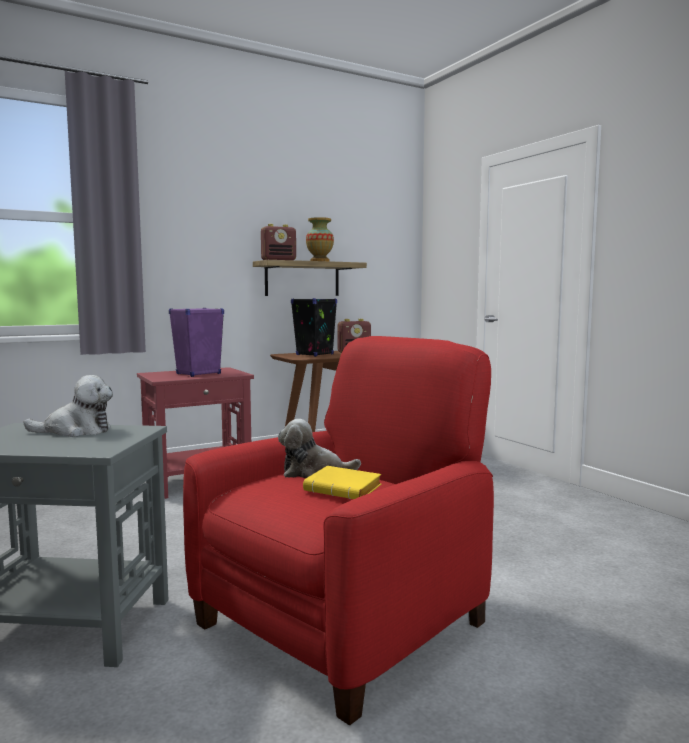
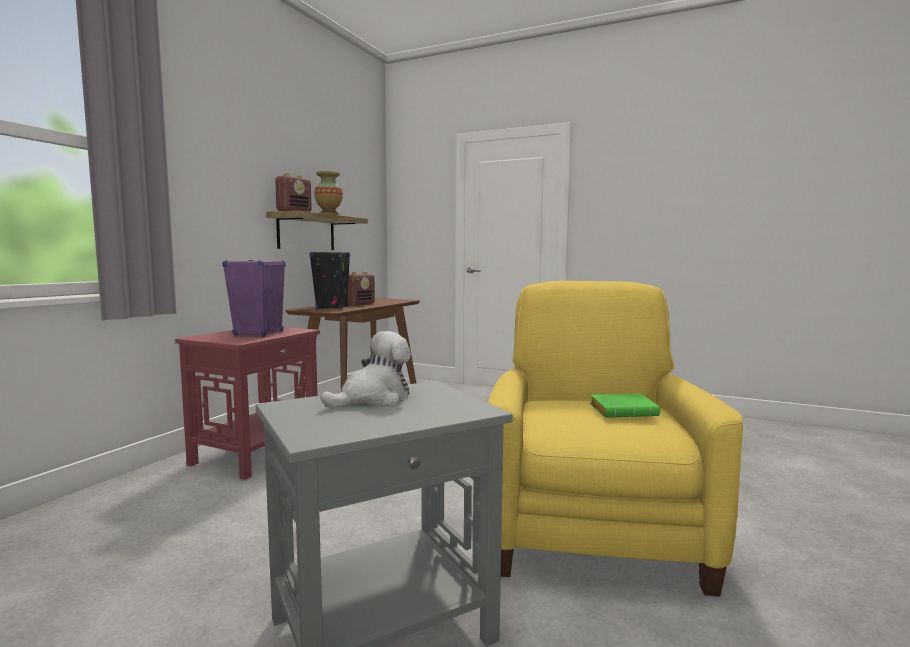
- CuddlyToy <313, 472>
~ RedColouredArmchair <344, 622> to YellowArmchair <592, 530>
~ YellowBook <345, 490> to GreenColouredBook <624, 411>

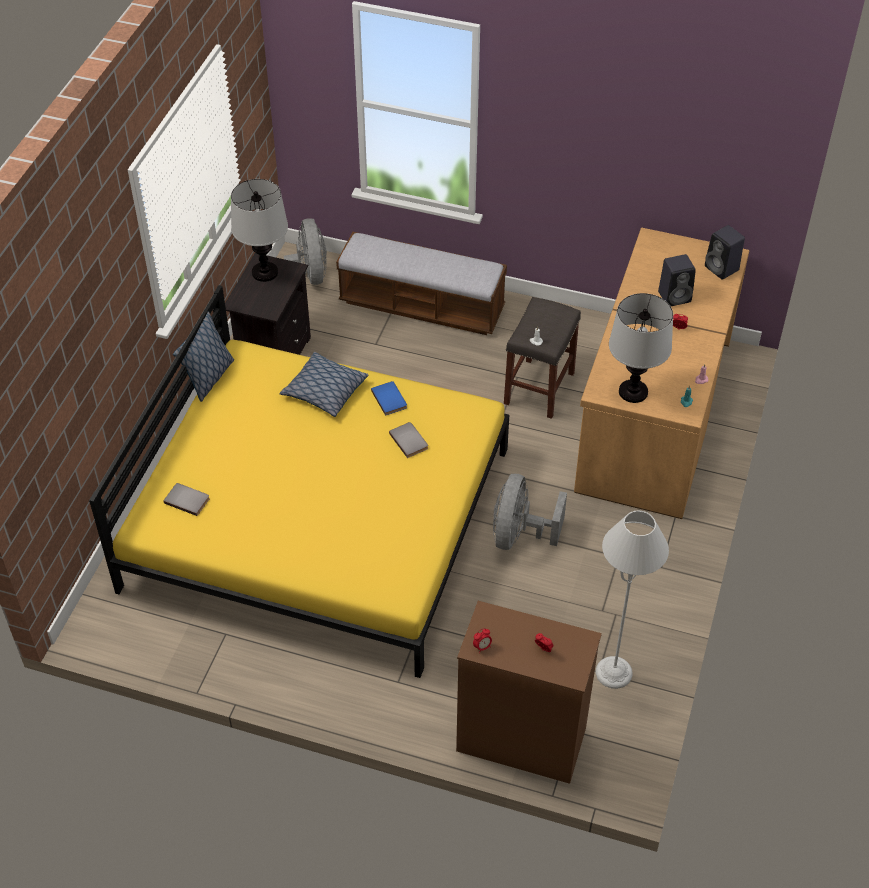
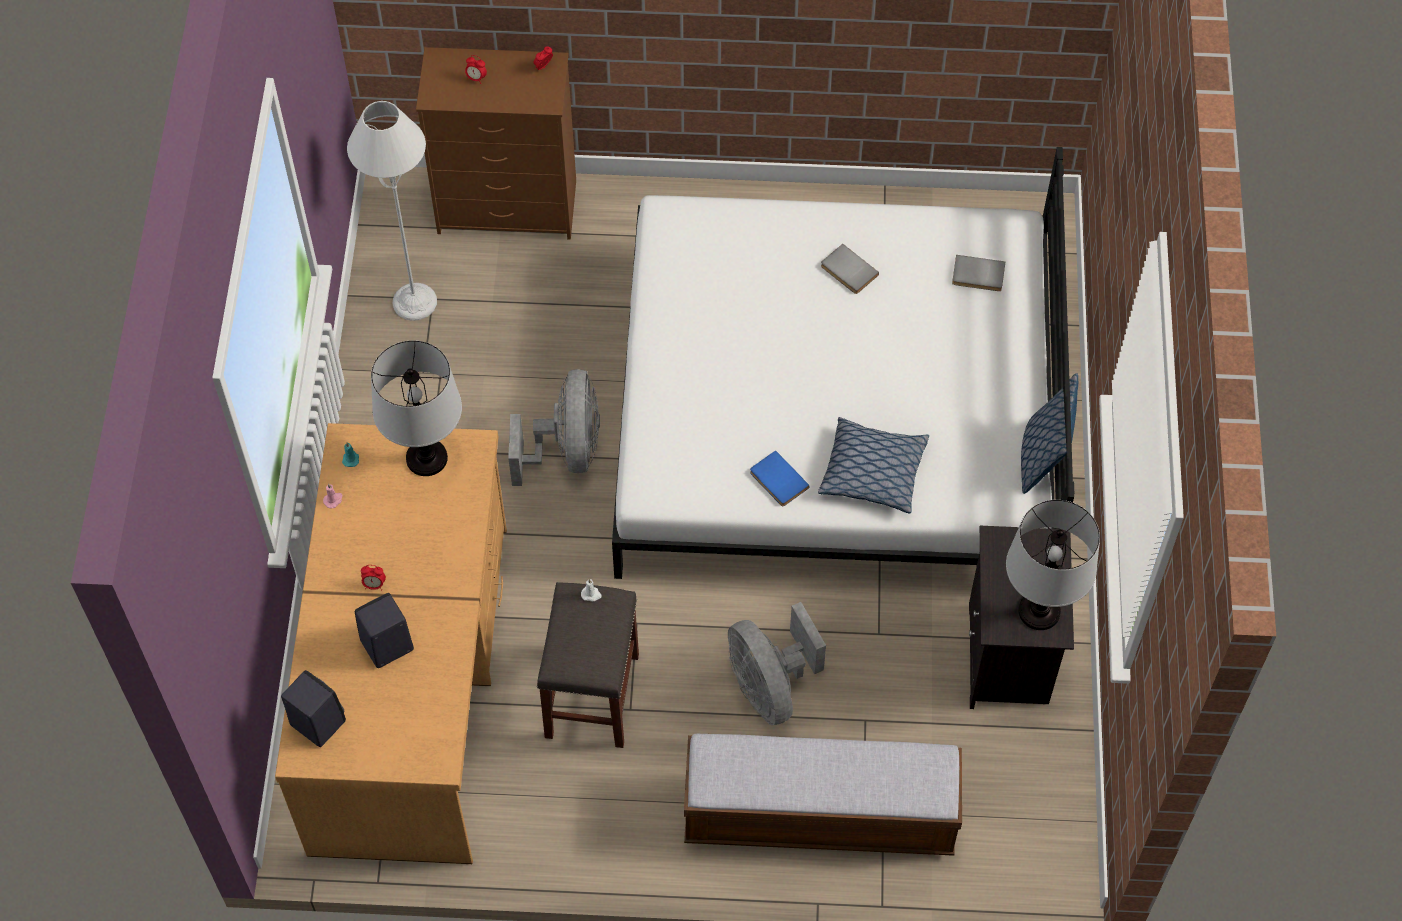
~ GreyElectricFan <306, 278> to <769, 686>
~ GreyBook <410, 440> to <848, 271>
~ YellowSleepingBed <318, 517> to WhiteColouredSleepingBed <836, 415>

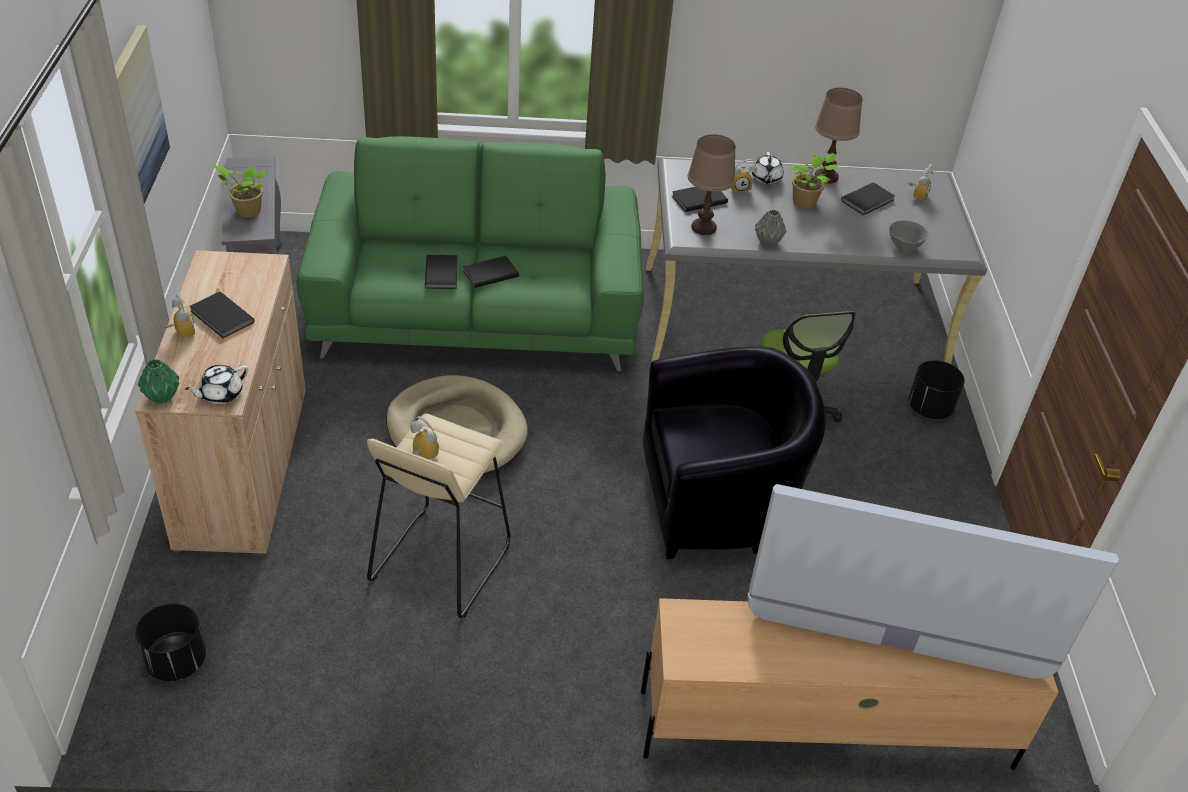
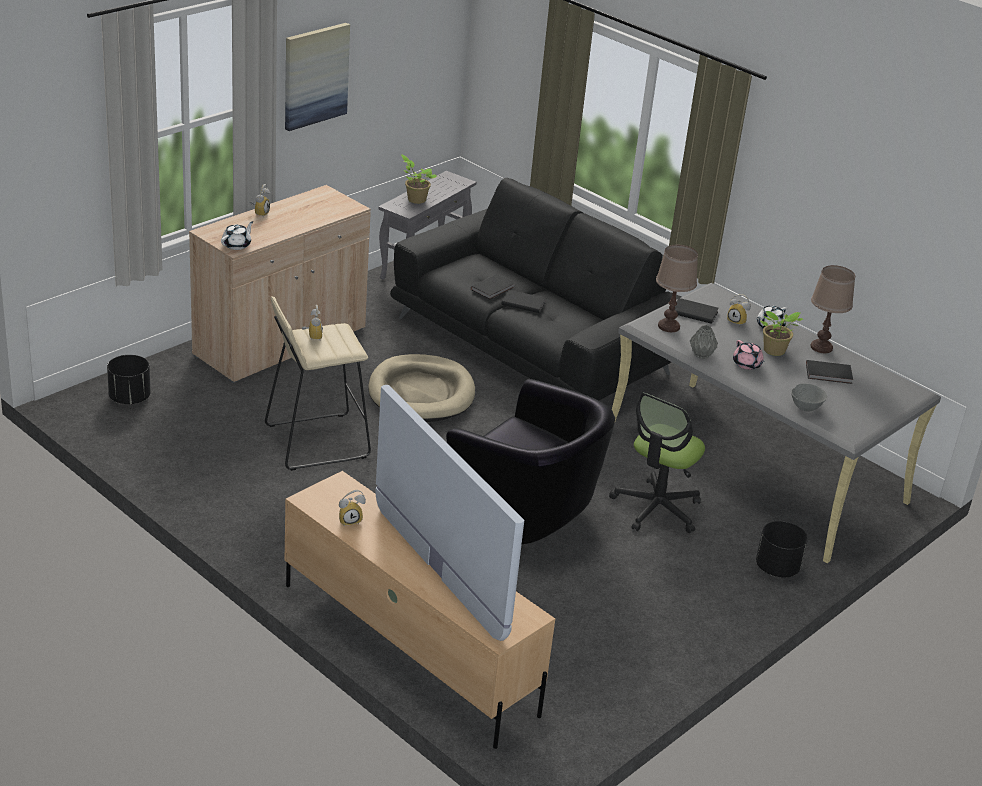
- GreenColouredDecorativeVase <162, 396>
- BlackColouredBook <221, 317>
+ PinkColouredPotForTea <747, 364>
~ TableClock <916, 195> to <350, 520>
~ GreenColouredSettee <477, 311> to BlackColouredSettee <532, 346>
~ WhiteColouredPotForTea <220, 394> = <237, 245> 120 degrees clockwise

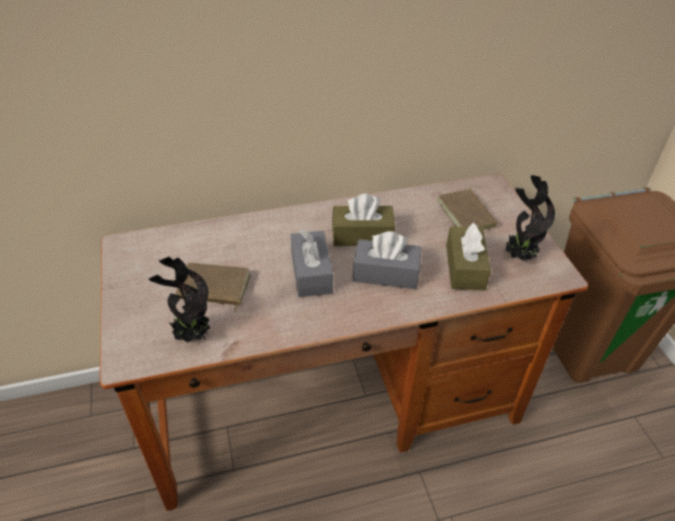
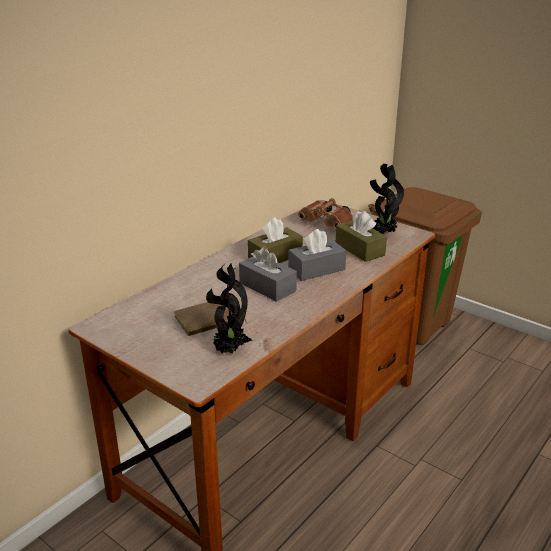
~ BrownColouredBook <468, 213> to BrownColouredBinoculars <327, 224>

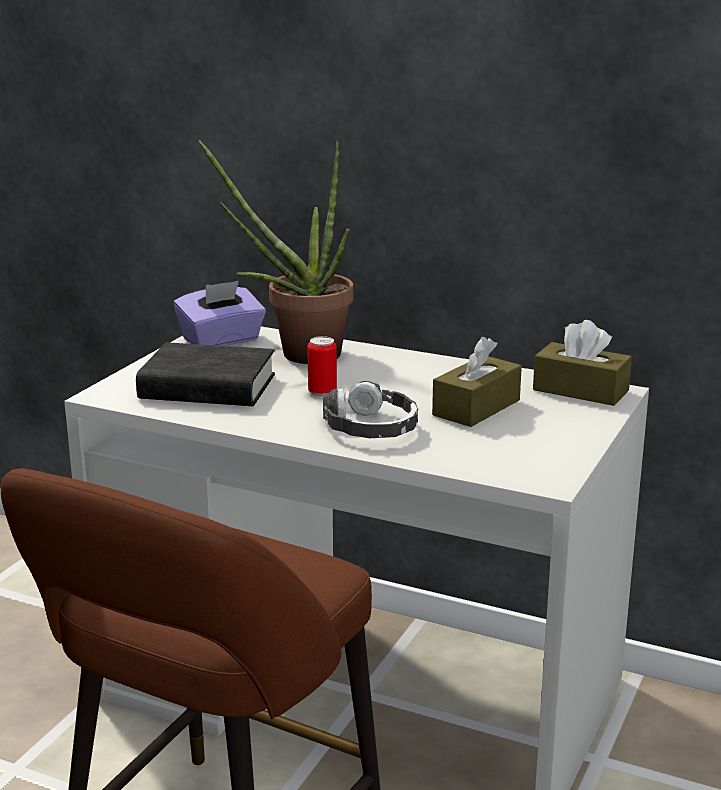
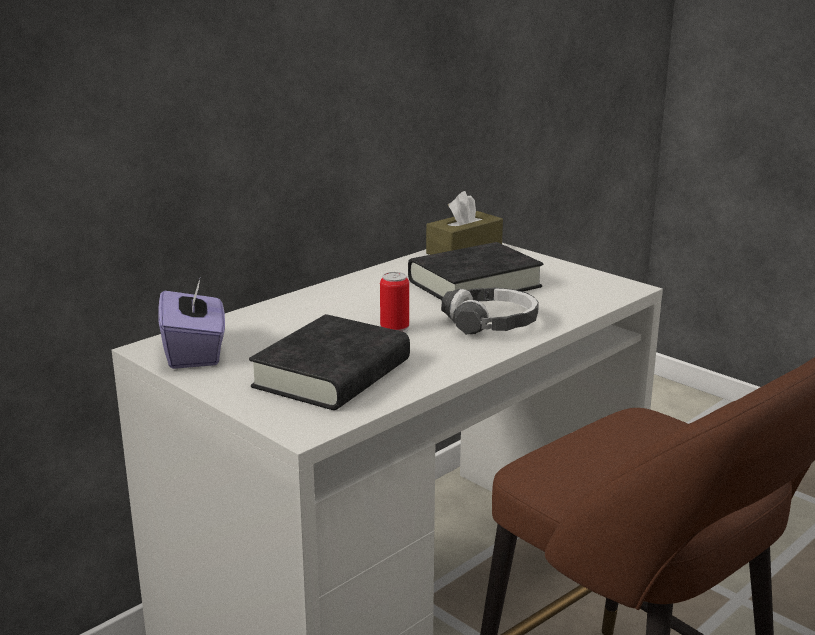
- Houseplant <298, 354>
~ BrownColouredTissueBox <476, 408> to BlackColouredBook <474, 284>

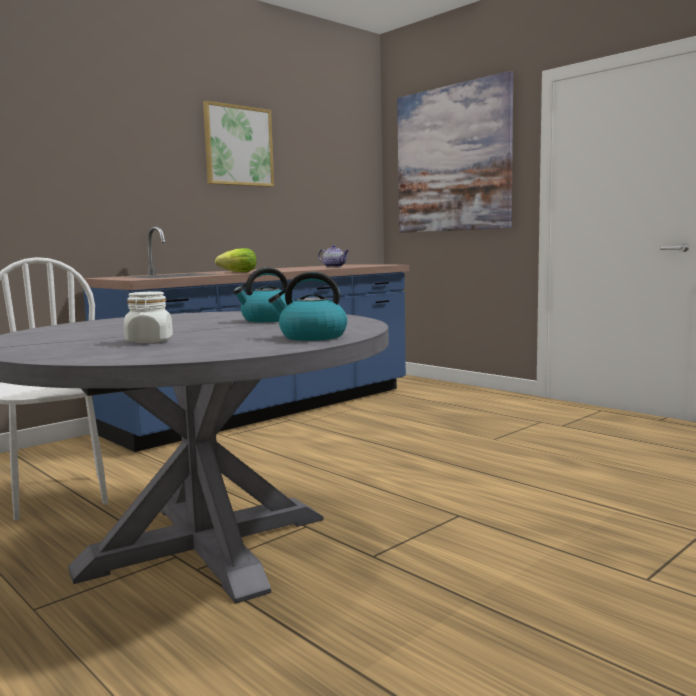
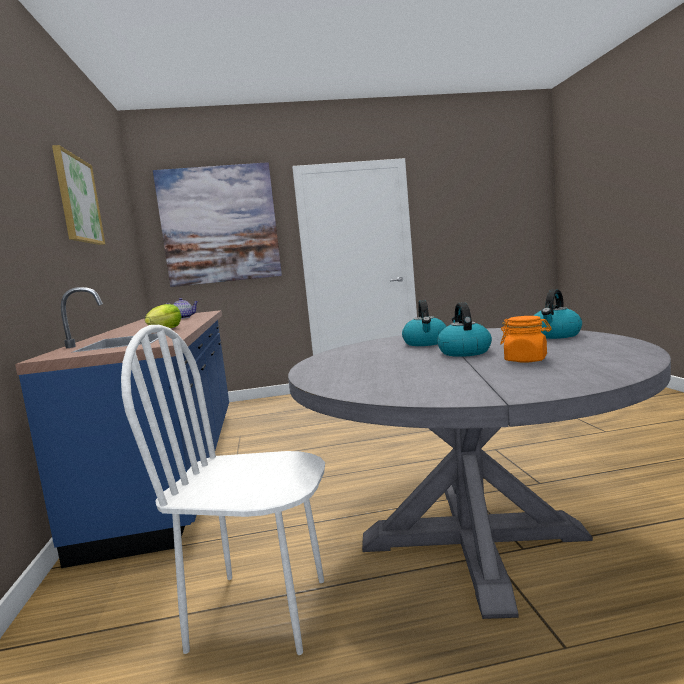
+ WaterKettle <464, 352>
~ WhiteColouredPreserveJar <149, 341> to OrangeyPreserveJar <526, 360>

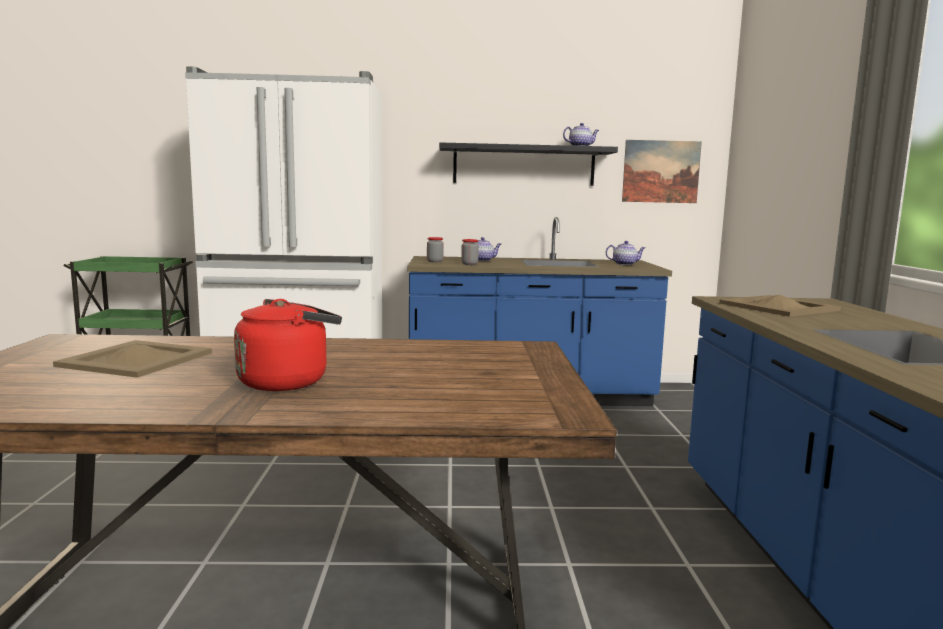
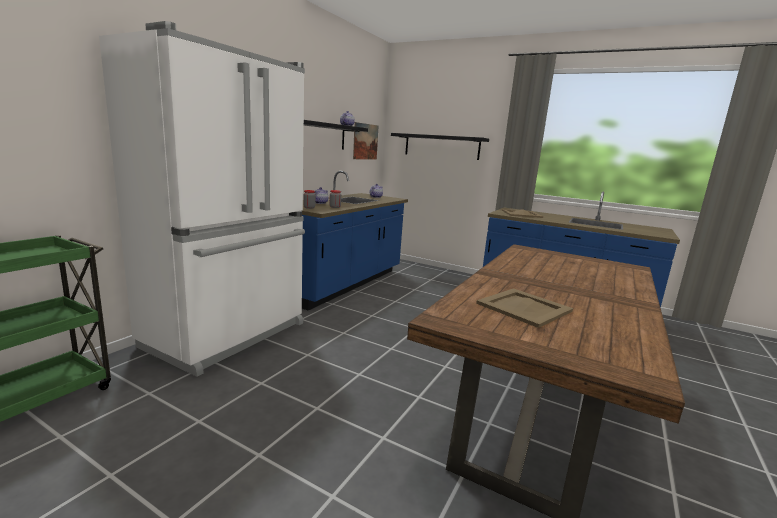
- RedColouredWaterKettle <288, 381>
+ BlackColouredWallShelf <441, 146>

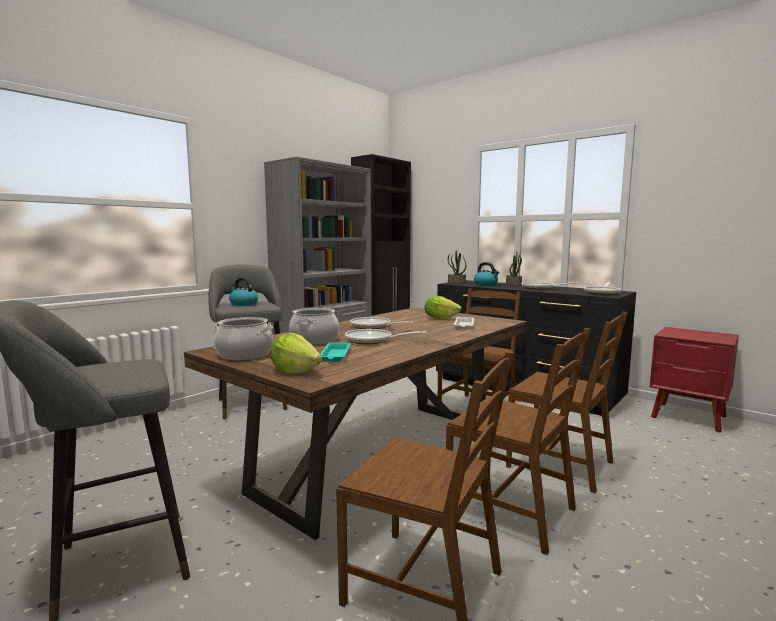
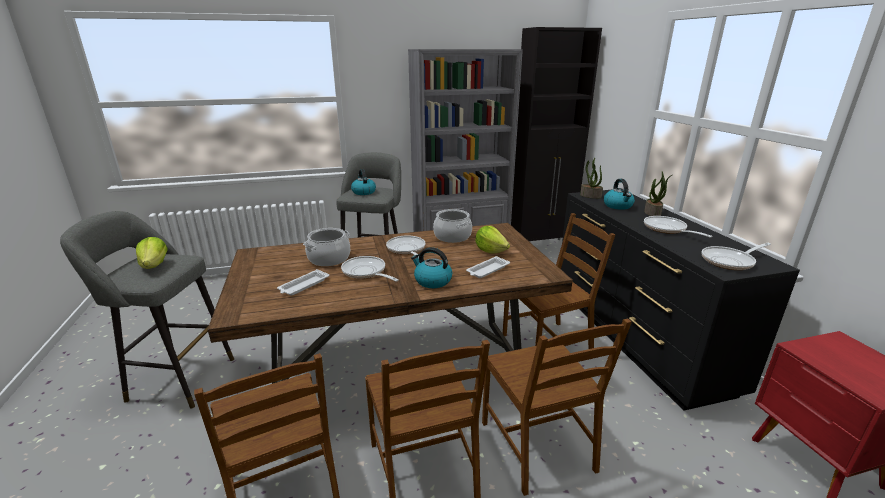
+ WaterKettle <432, 281>
~ Saucepot <245, 354> to <452, 236>
~ LettuceHead <295, 371> to <155, 265>
~ TurquoiseCarryingTray <335, 355> to WhiteColouredCarryingTray <303, 286>

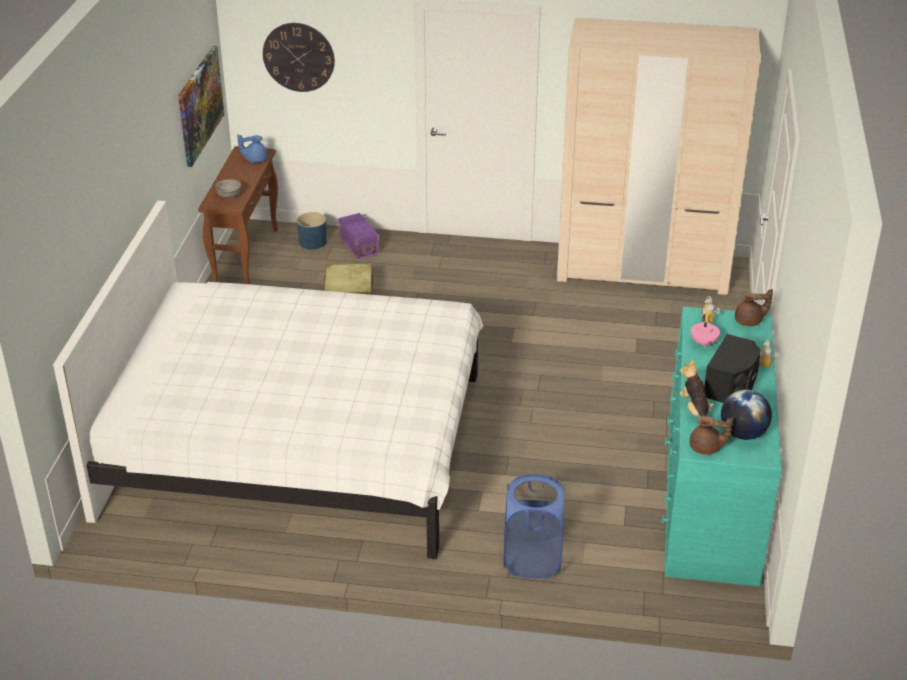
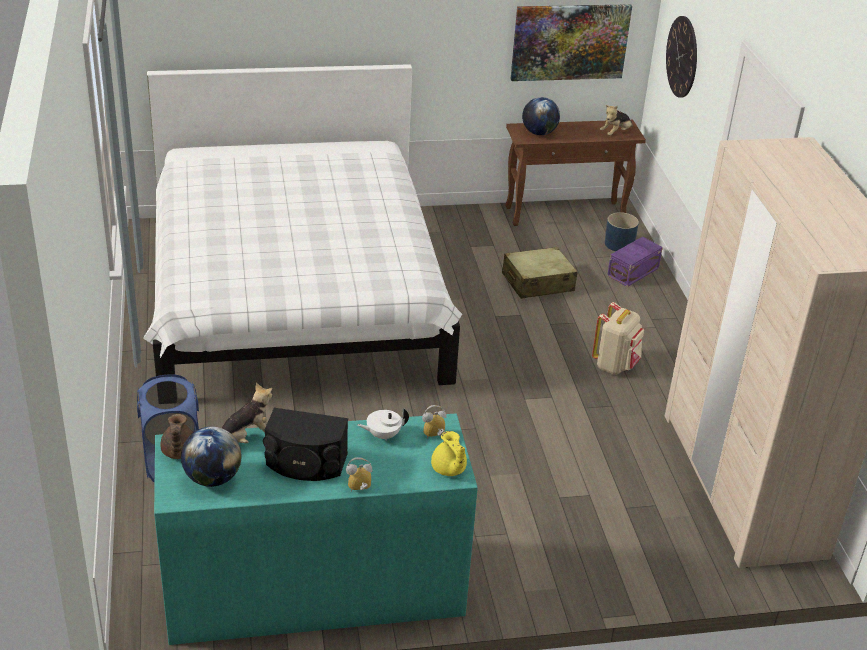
+ SandColouredKnapsack <615, 365>
~ GreyServingBowl <229, 196> to WorldGlobe <539, 133>
~ BluePotForTea <255, 159> to CuddlyToy <616, 133>
~ PinkColouredPotForTea <703, 343> to WhiteColouredPotForTea <383, 435>
~ BrownColouredPotForTea <749, 321> to YellowPotForTea <449, 469>

